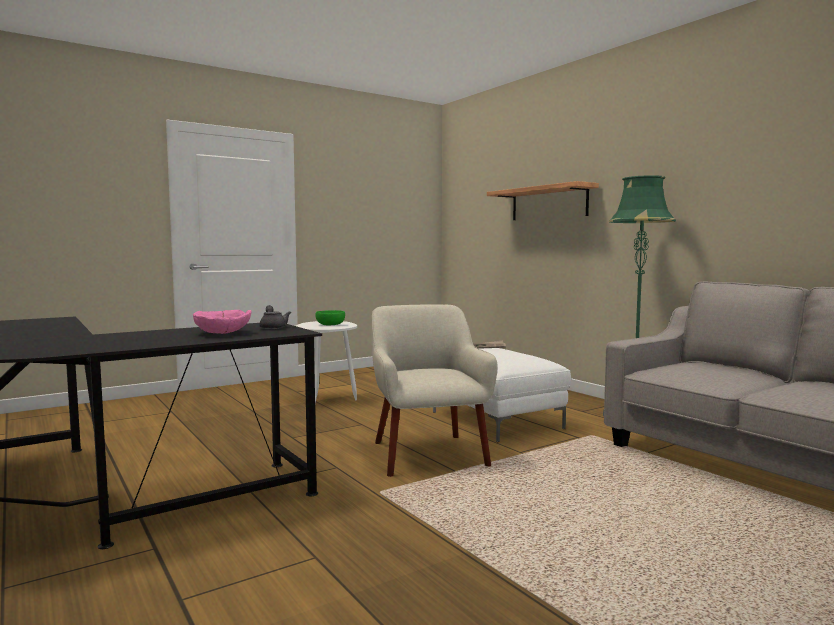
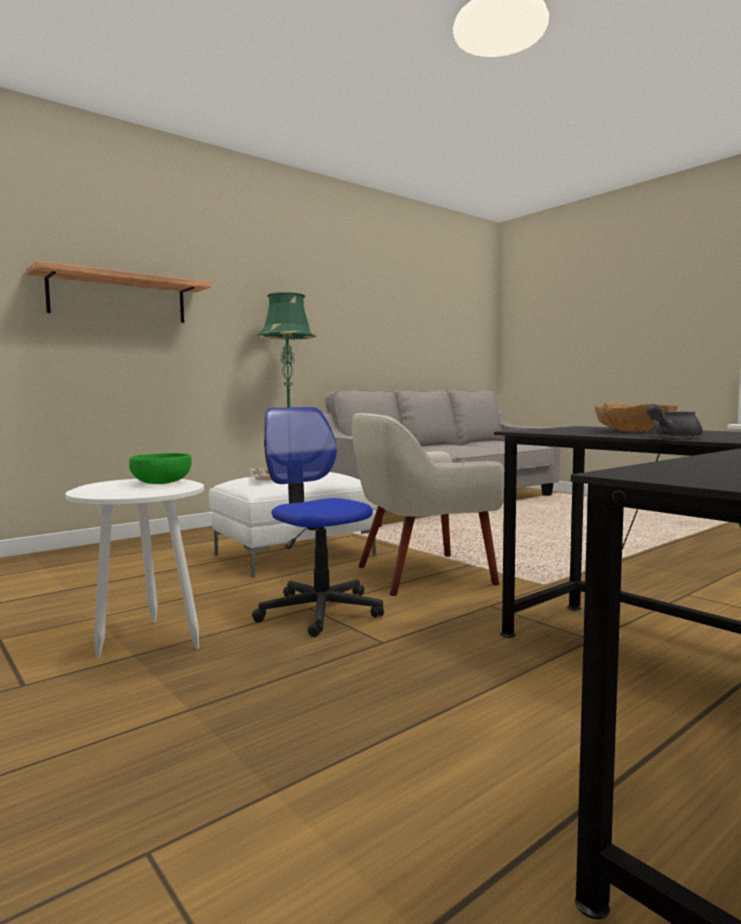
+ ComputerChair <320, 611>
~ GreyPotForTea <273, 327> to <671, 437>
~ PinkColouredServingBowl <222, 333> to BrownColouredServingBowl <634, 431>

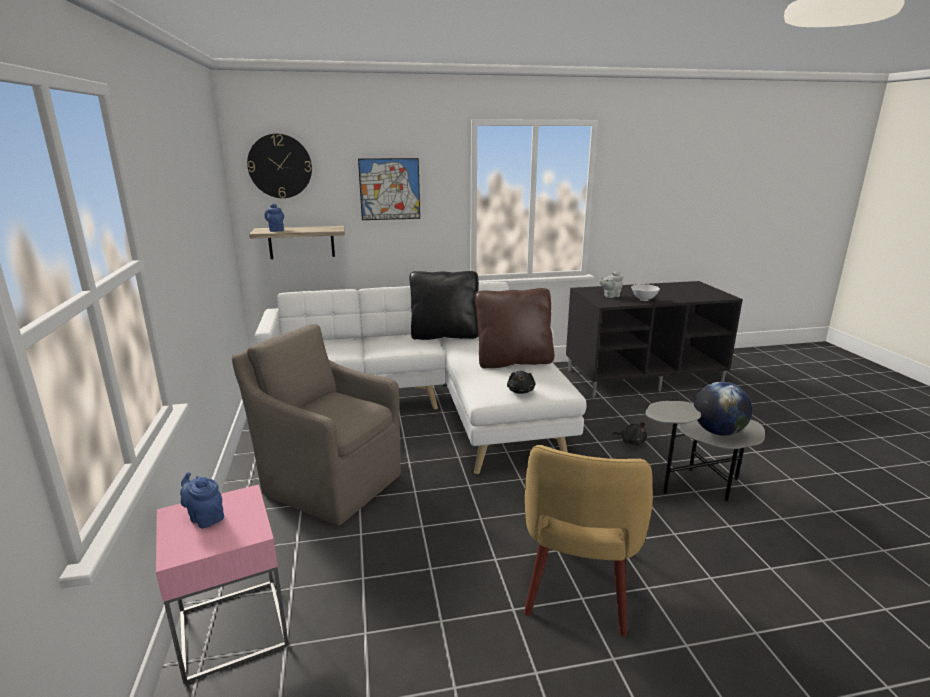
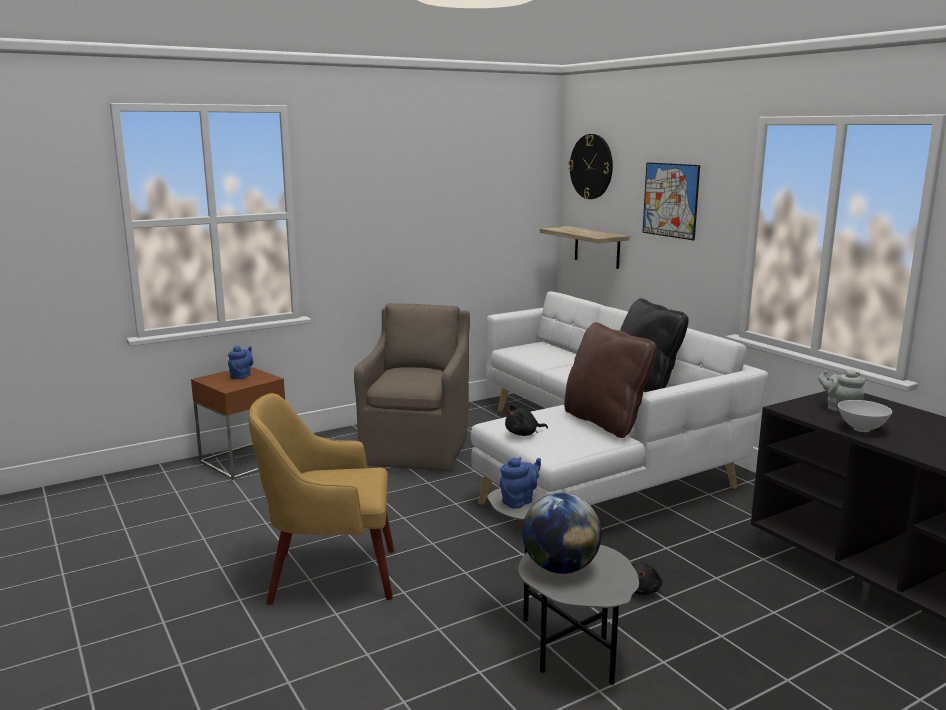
~ BluePotForTea <276, 230> to <519, 501>
~ PinkColouredEndTable <233, 628> to BrownColouredEndTable <244, 461>

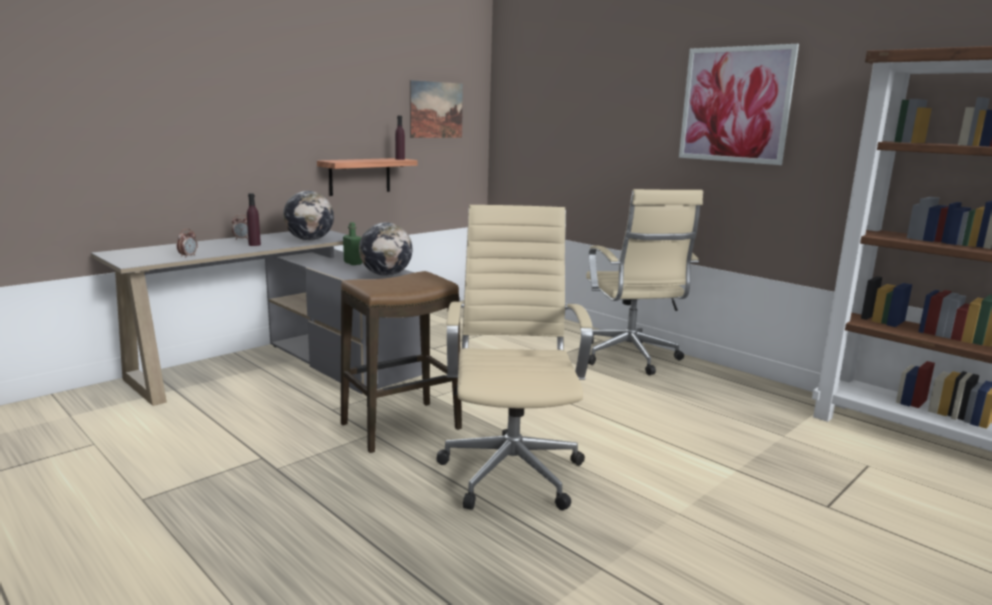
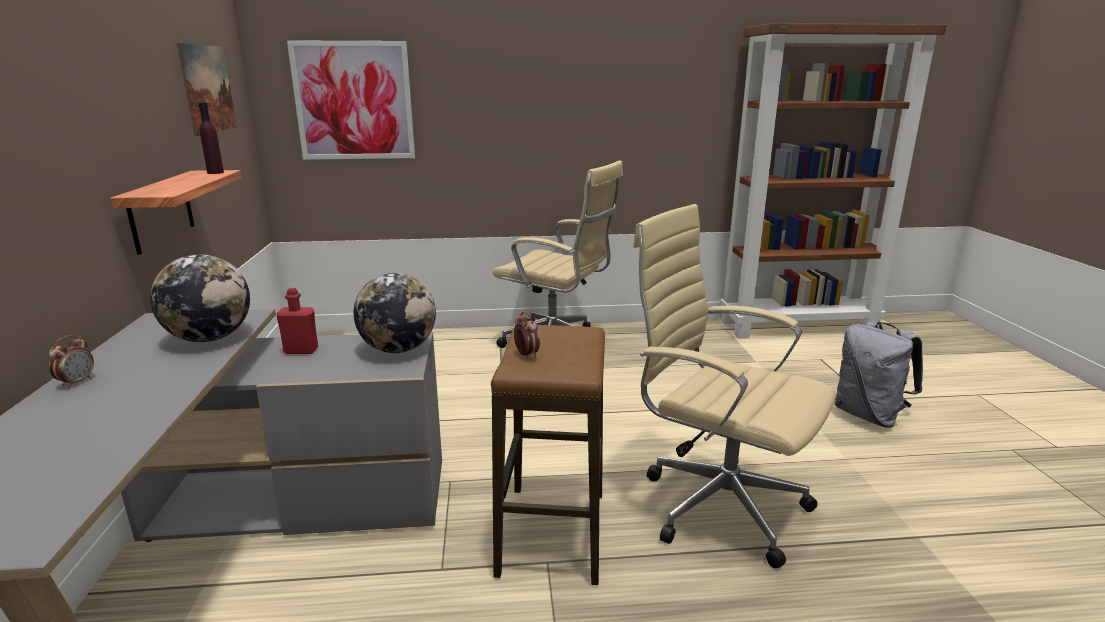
- PurplishBeverageBottle <254, 245>
+ GreyKnapsack <869, 415>
~ TableClock <188, 256> to <526, 355>
~ Picture <735, 105> to <354, 101>
~ GreenColouredBeverageBottle <353, 263> to RedColouredBeverageBottle <301, 350>

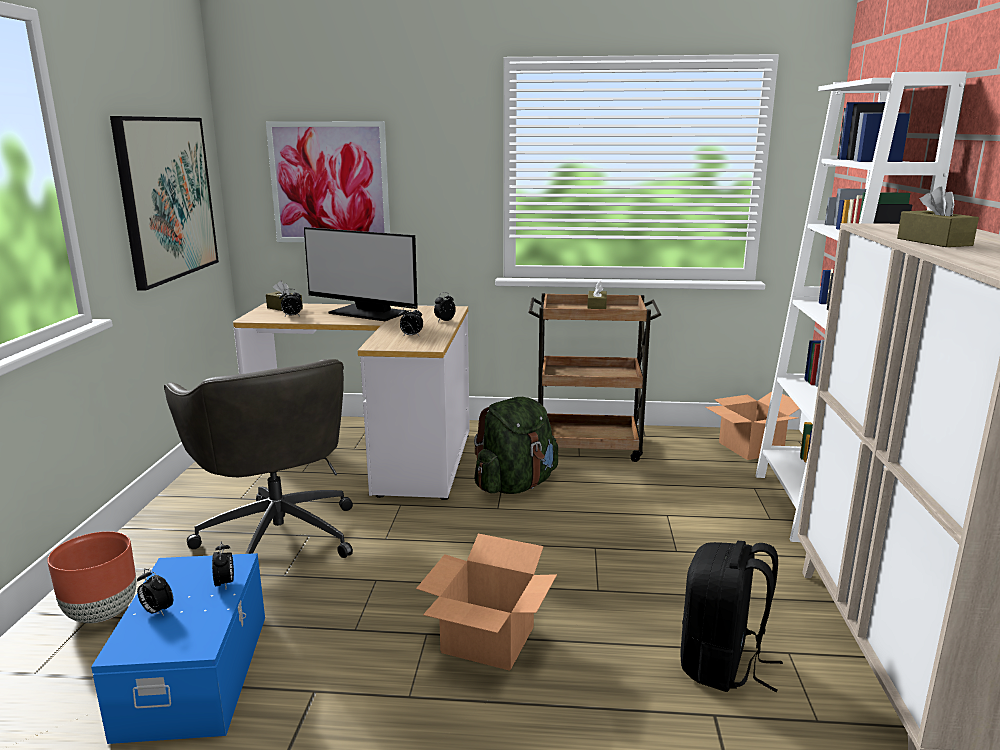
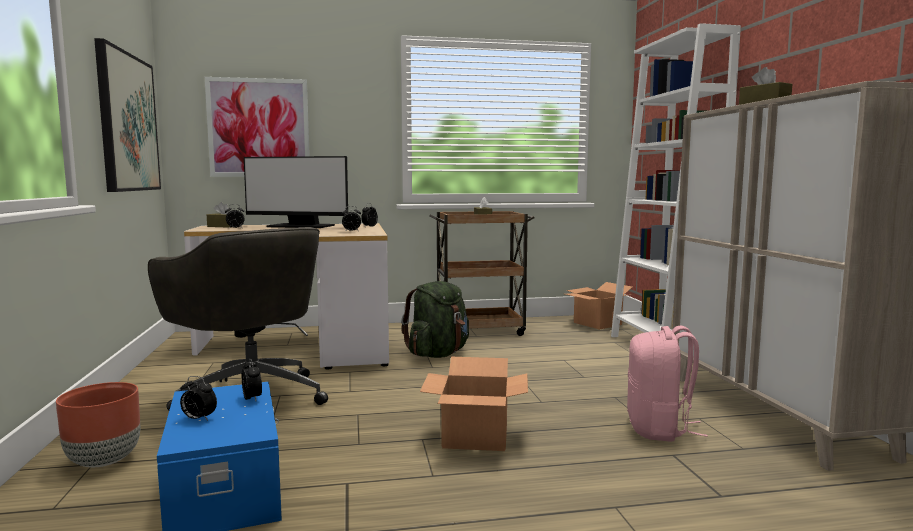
~ BlackColouredKnapsack <722, 665> to PinkColouredKnapsack <659, 429>

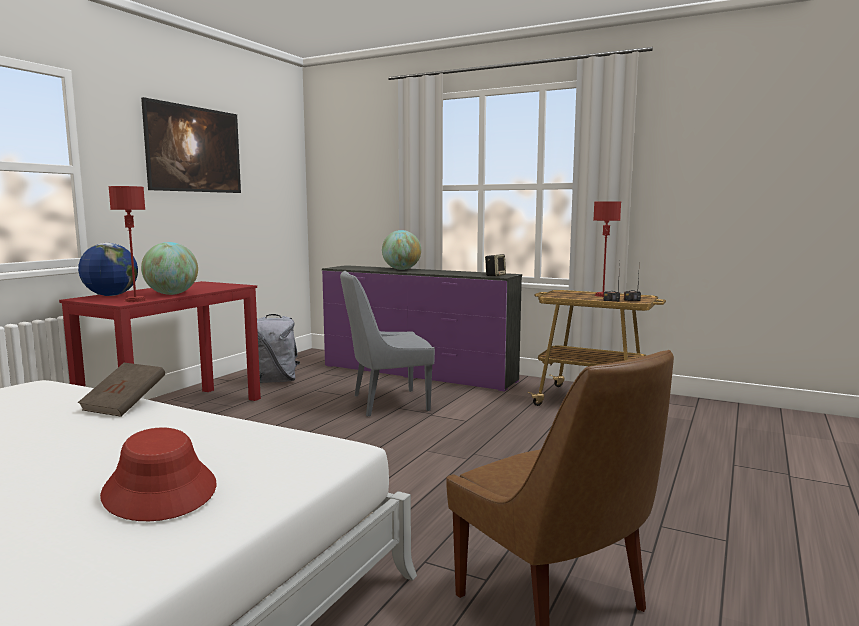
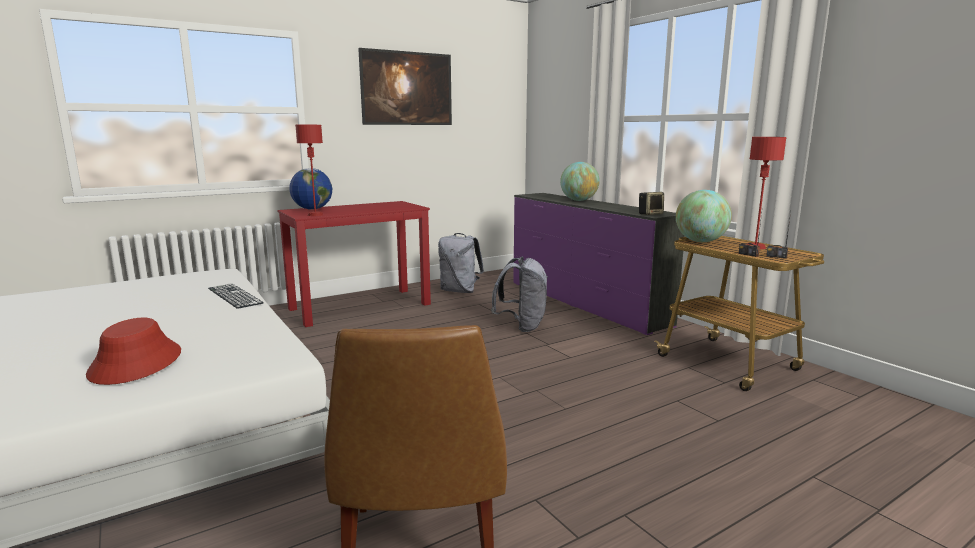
~ WorldGlobe <172, 294> to <700, 241>
~ BrownColouredBook <124, 405> to ComputerKeyboard <234, 296>
~ GreyPlainChair <387, 403> to GreyKnapsack <522, 326>

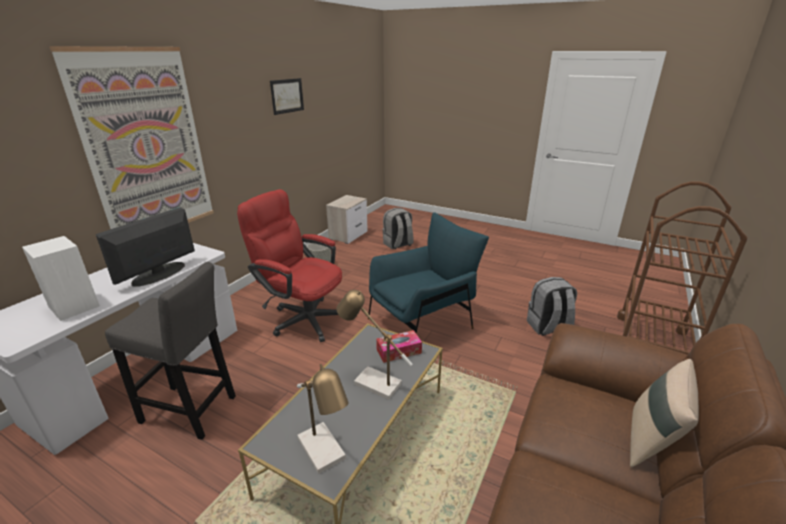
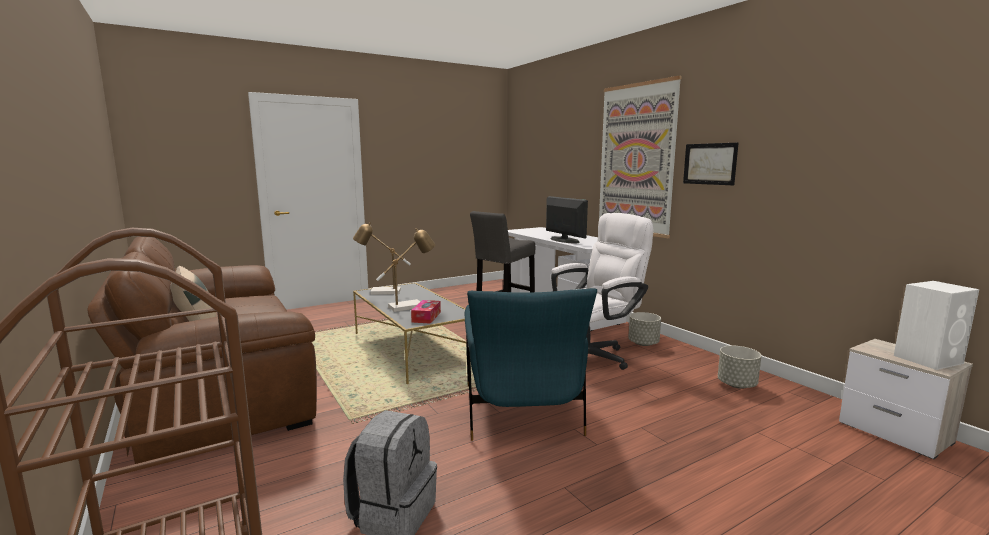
- GreyKnapsack <398, 244>
+ GreyPlantPot <643, 343>
~ WhiteColouredLoudspeaker <73, 306> to <928, 359>
~ Picture <287, 96> to <709, 164>
~ RedColouredComputerChair <303, 317> to WhiteColouredComputerChair <592, 356>

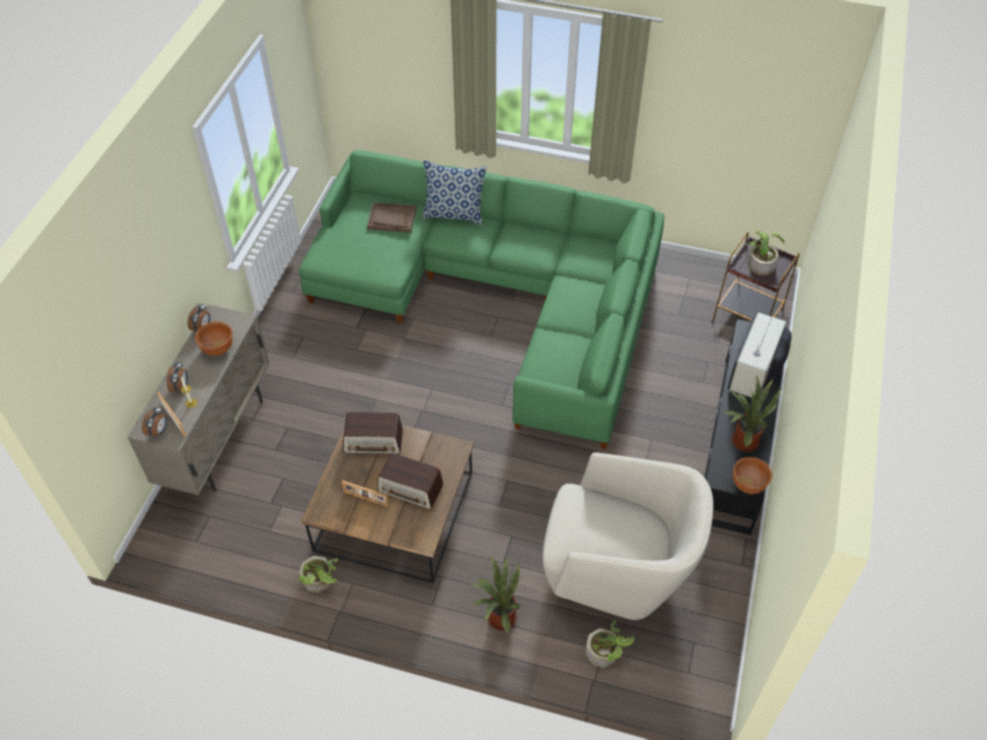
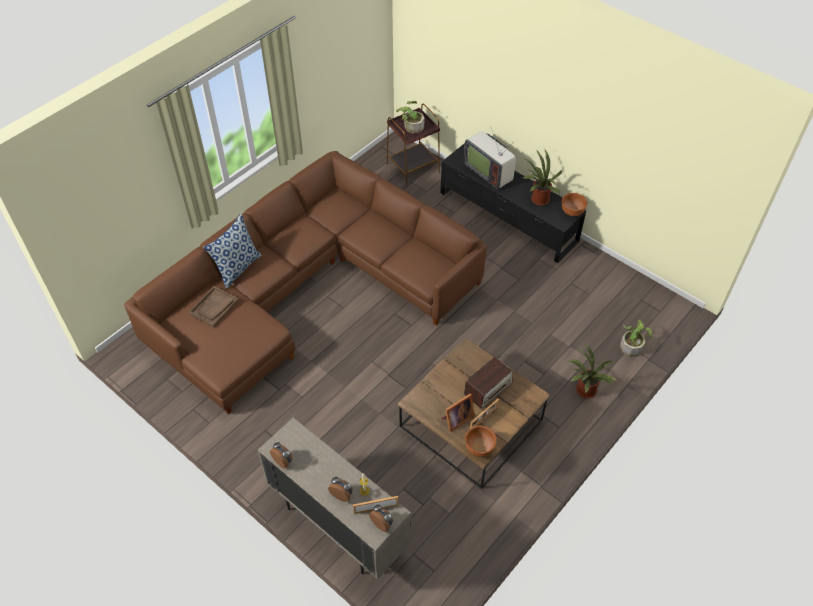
- Houseplant <320, 582>
- Radio <374, 441>
- SandColouredArmchair <617, 571>
+ PictureFrame <456, 419>
~ BrownColouredServingBowl <217, 349> to <479, 448>
~ GreenColouredSettee <497, 296> to BrownColouredSettee <307, 289>

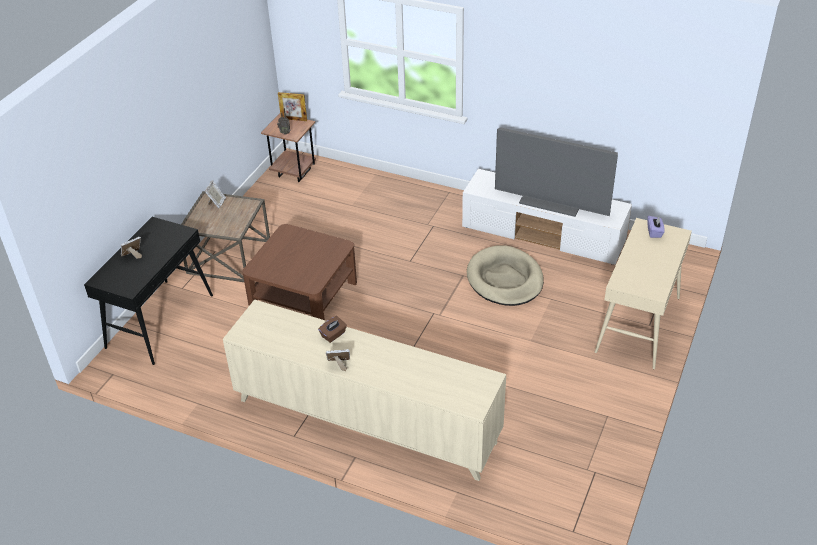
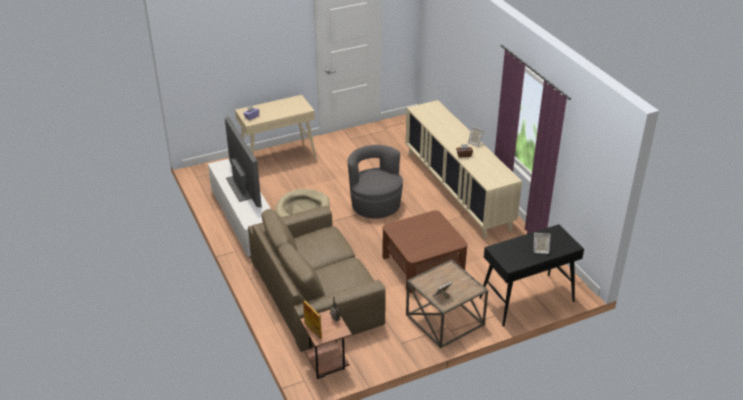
+ BrownColouredSettee <316, 293>
+ GreyArmchair <375, 205>

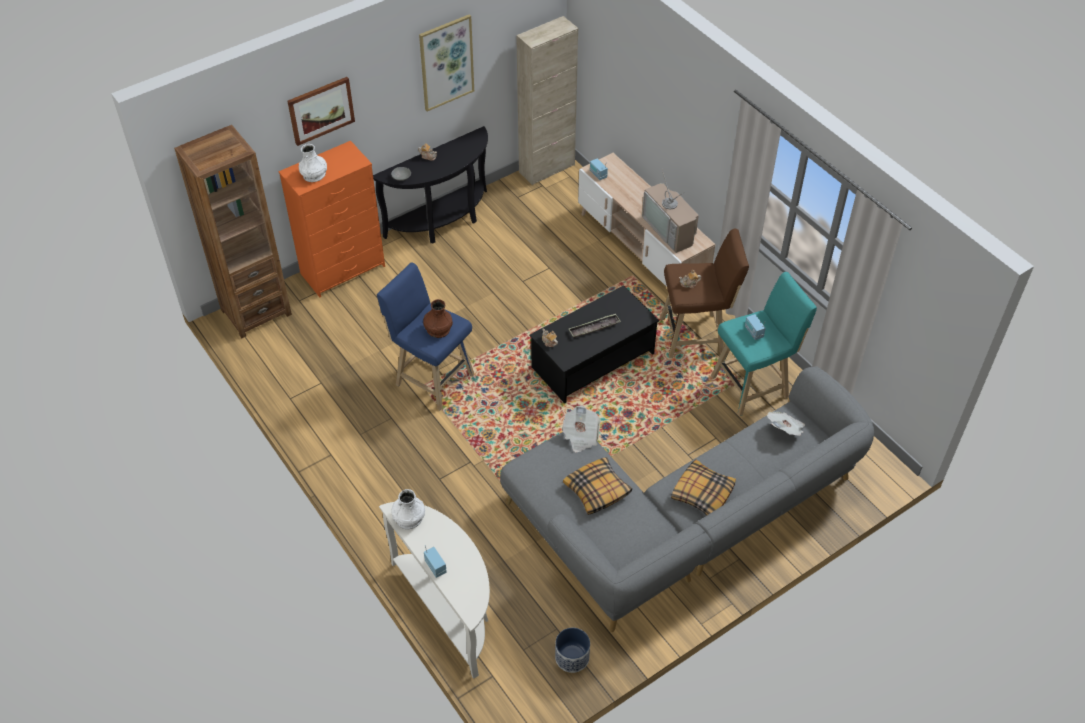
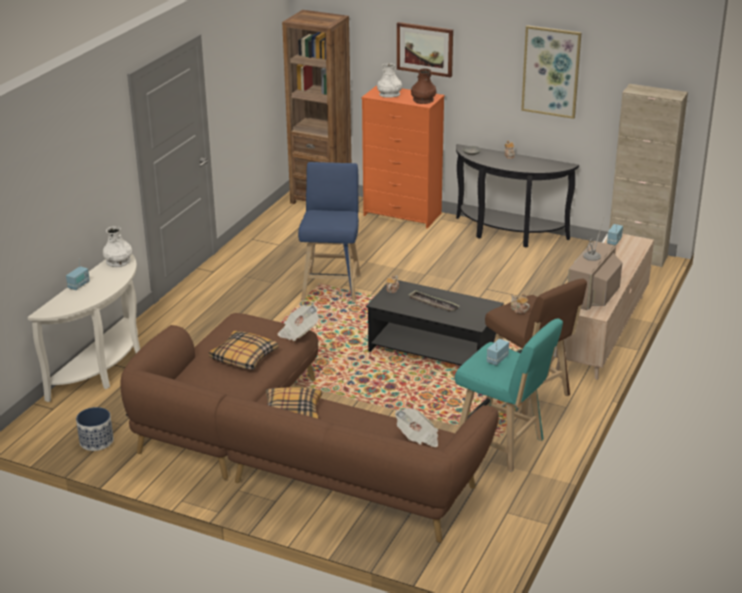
~ BrownColouredDecorativeVase <438, 329> to <423, 100>
~ GreySettee <679, 520> to BrownColouredSettee <291, 452>

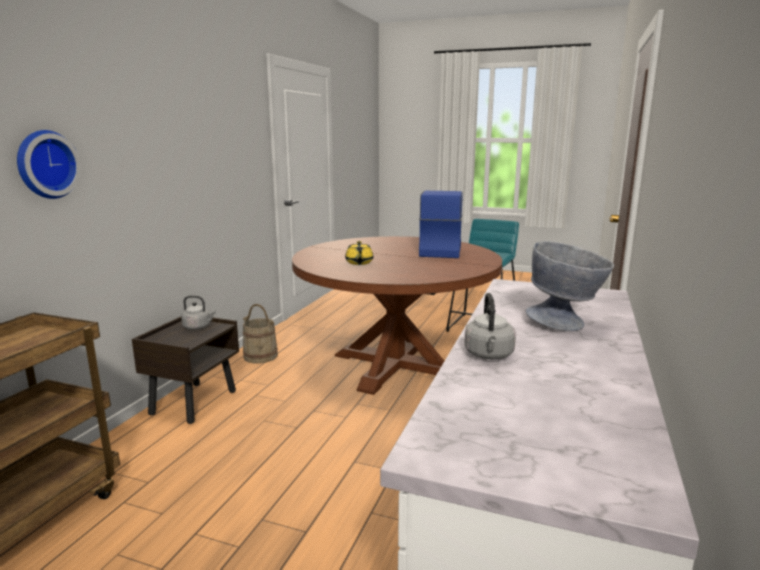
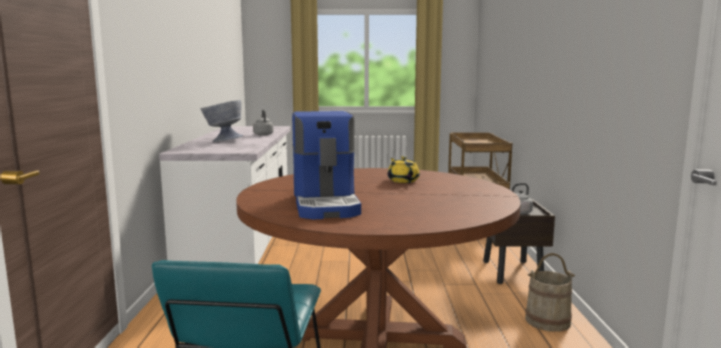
- ClockOnTheWall <45, 164>

